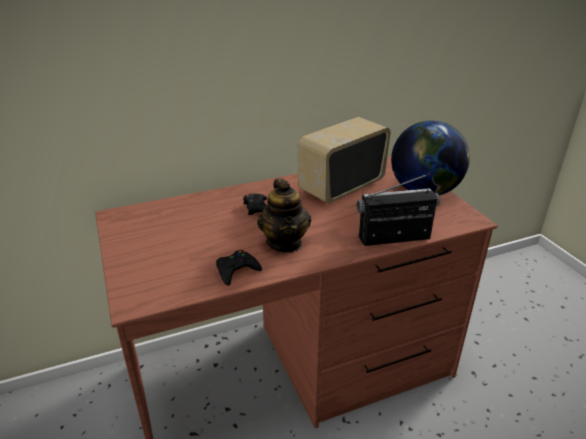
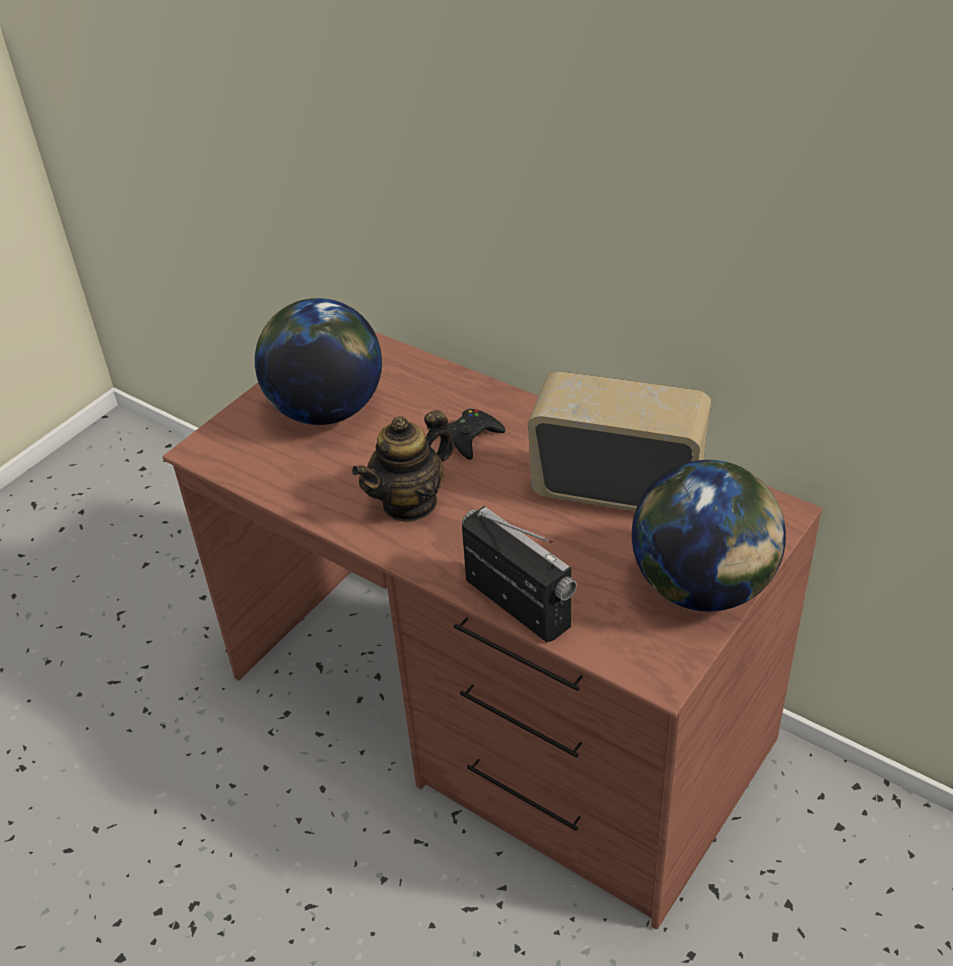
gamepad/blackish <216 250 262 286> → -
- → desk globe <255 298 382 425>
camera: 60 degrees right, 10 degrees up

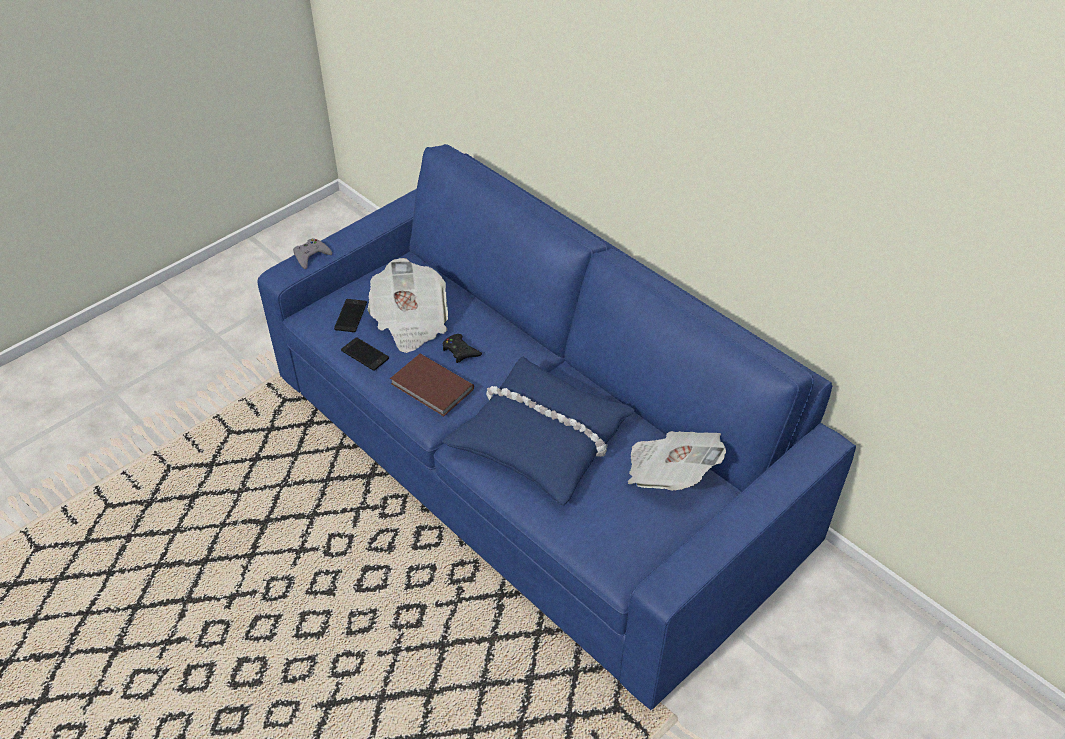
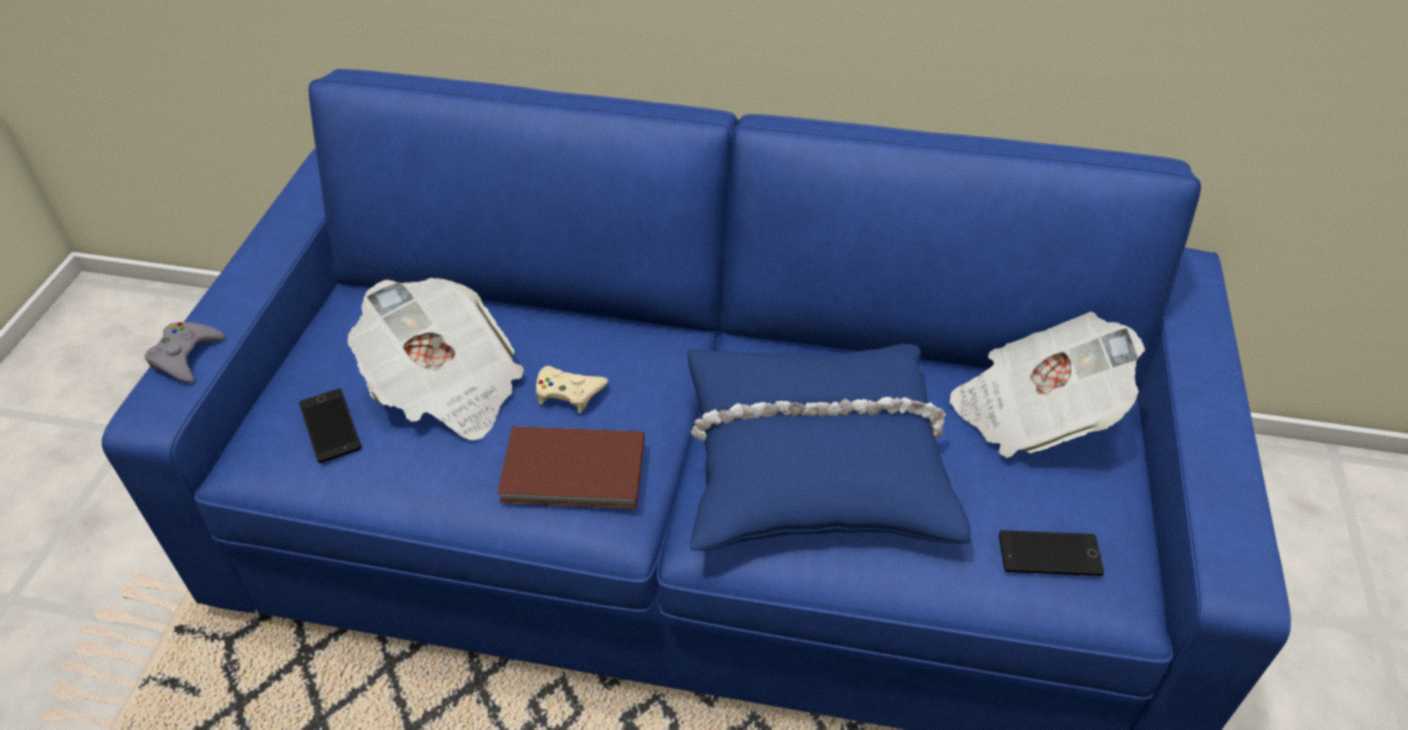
handset <341 337 389 371> → handset <999 530 1104 576>, shifted
gamepad/blackish <443 334 482 363> → gamepad/sand-coloured <536 366 608 413>
camera: 35 degrees left, 0 degrees up

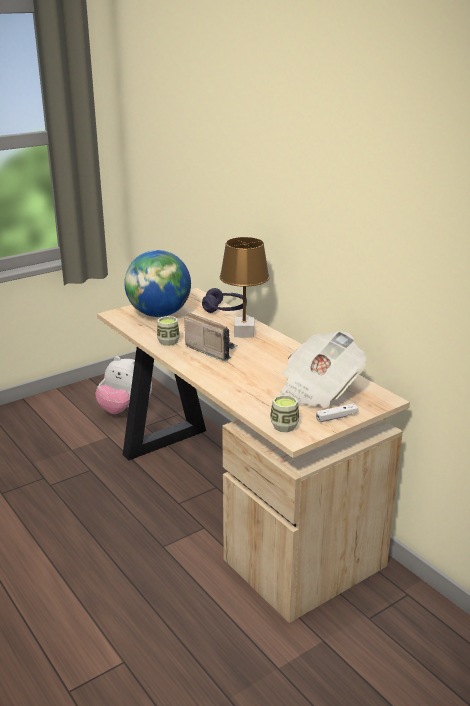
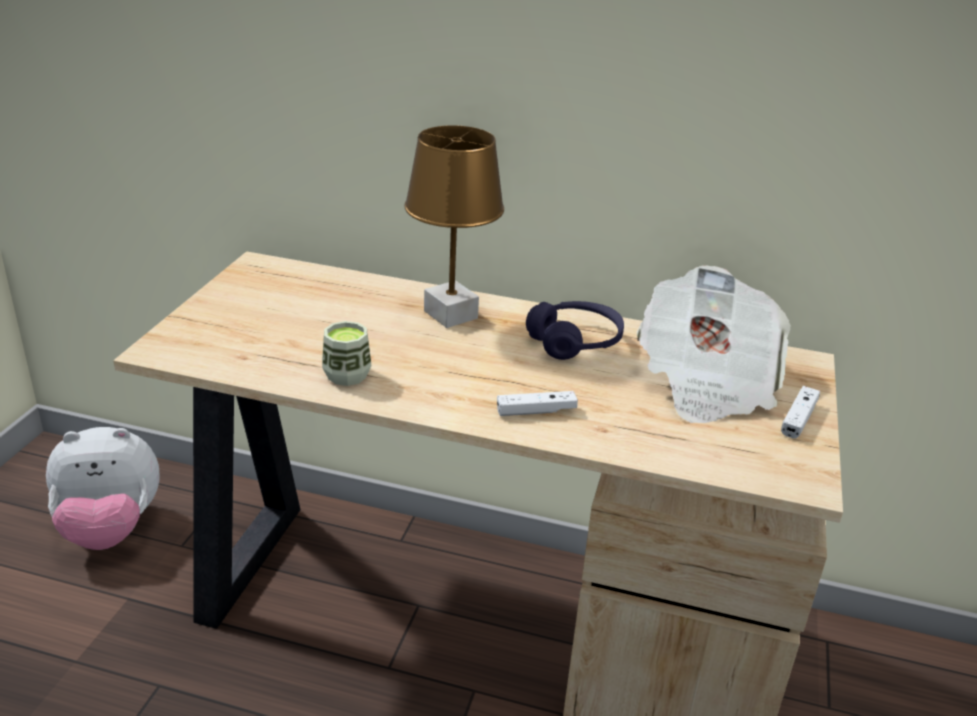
desk globe <124 250 191 317> → -
radio <184 313 237 361> → -
headphones/purple <202 288 247 313> → headphones/purple <526 301 624 360>, shifted
drinking cup <270 395 299 432> → -
- → gamepad/white <497 391 578 416>
camera: 40 degrees left, 5 degrees up

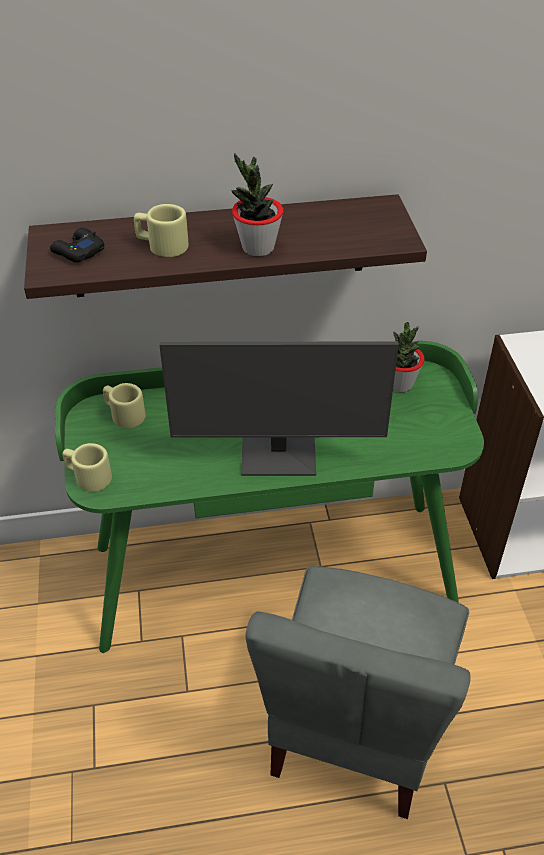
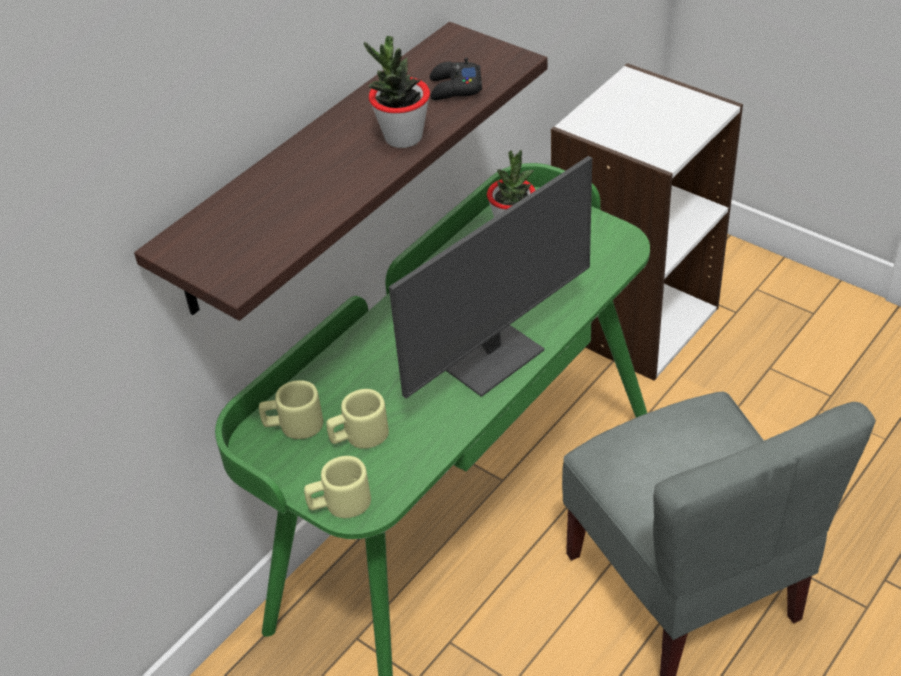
gamepad/blackish <50 228 104 263> → gamepad/blackish <430 58 482 100>, shifted
mug/sand-coloured <134 204 189 257> → mug/sand-coloured <326 389 389 449>, shifted
camera: 40 degrees left, 0 degrees up

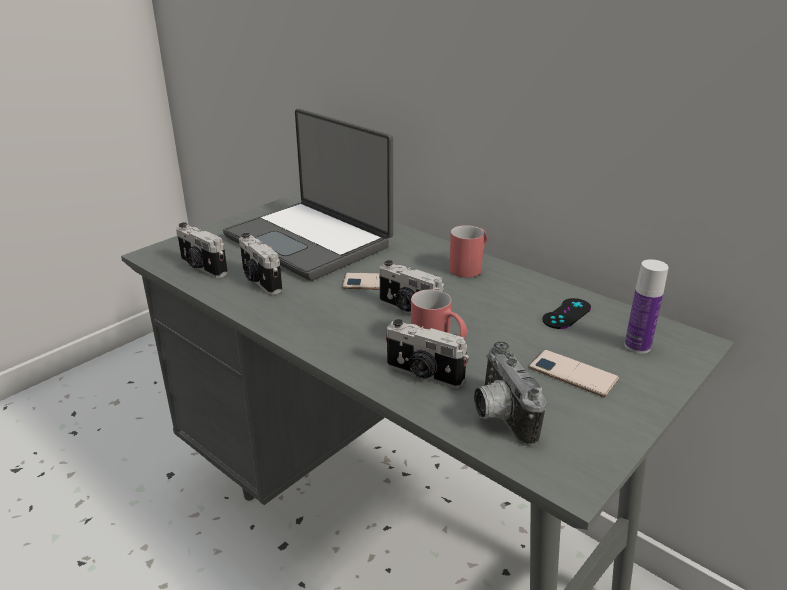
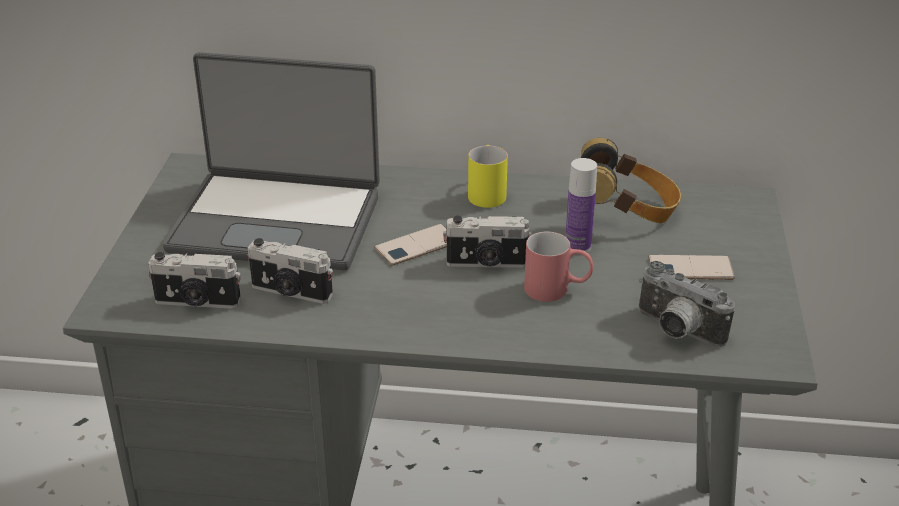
photo camera <386 319 469 389> → -
mug/red <449 225 487 278> → mug/yellow <468 145 508 208>
gamepad/blackish <542 298 591 329> → headphones <581 138 681 223>
drink bottle <624 259 669 354> → drink bottle <565 158 597 252>, shifted
camera: 35 degrees left, 5 degrees up

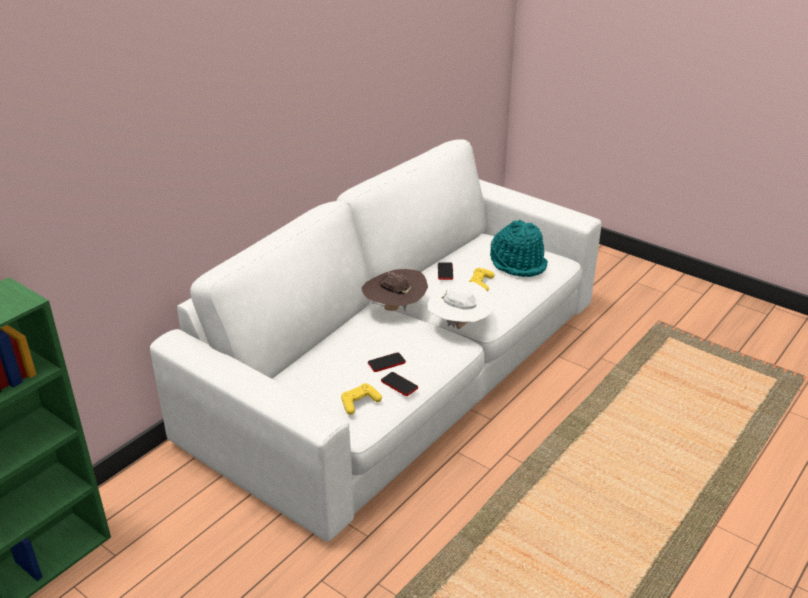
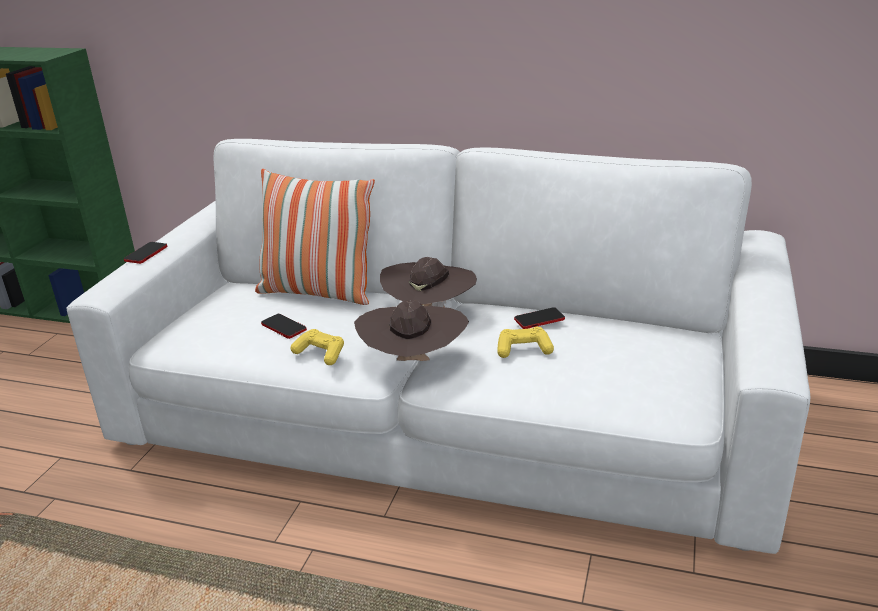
gamepad/yellow <341 383 382 415> → gamepad/yellow <291 329 344 365>, shifted
handset <381 372 418 396> → handset <124 242 167 264>, shifted
wearable hat/white <428 282 493 329> → wearable hat/brown <354 300 469 361>
wearable hat/blue-green <490 220 548 277> → -
- → cushion <255 169 375 305>
camera: 70 degrees right, 5 degrees down

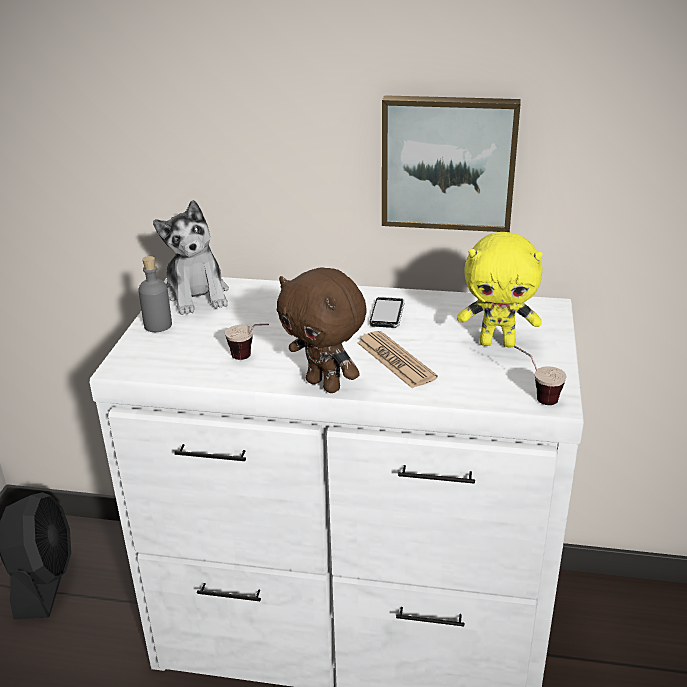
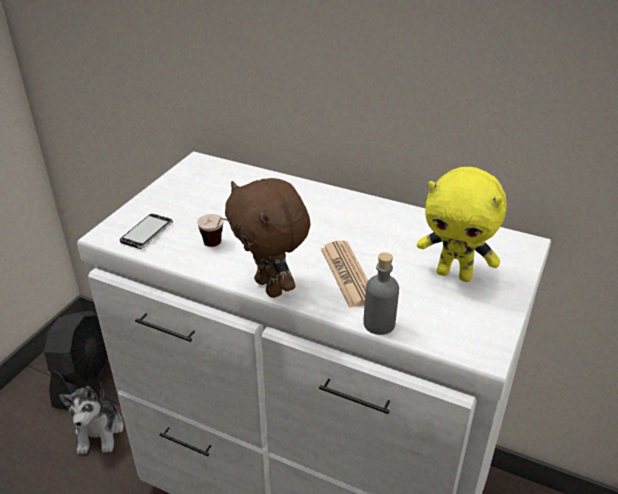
drink bottle/gray <138 256 172 332> → drink bottle/gray <363 252 399 335>, shifted
cuddly toy <153 200 229 315> → cuddly toy <59 382 124 455>, shifted
handset <369 297 405 328> → handset <120 214 173 249>, shifted
wall picture <382 95 521 232> → -
drinking cup <513 345 567 405> → -
camera: 15 degrees right, 5 degrees up

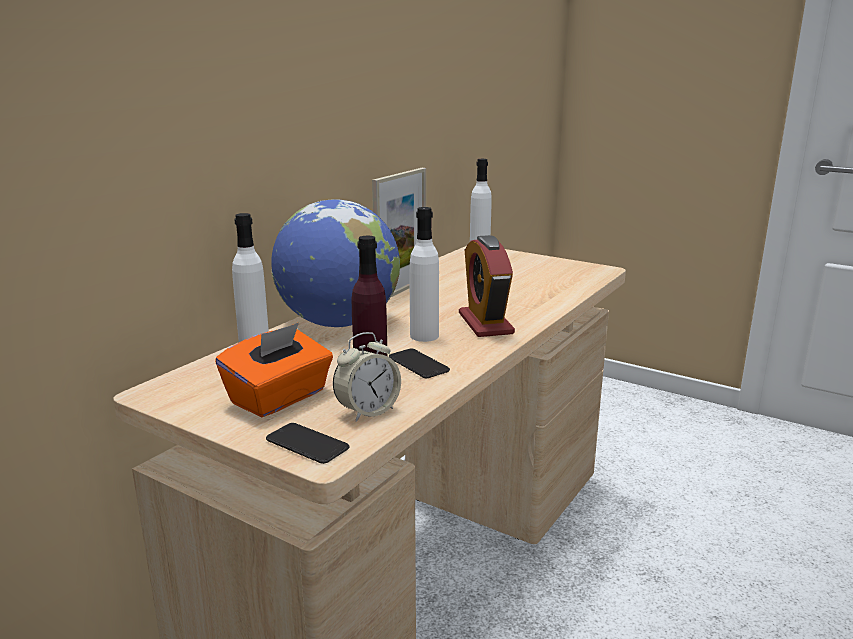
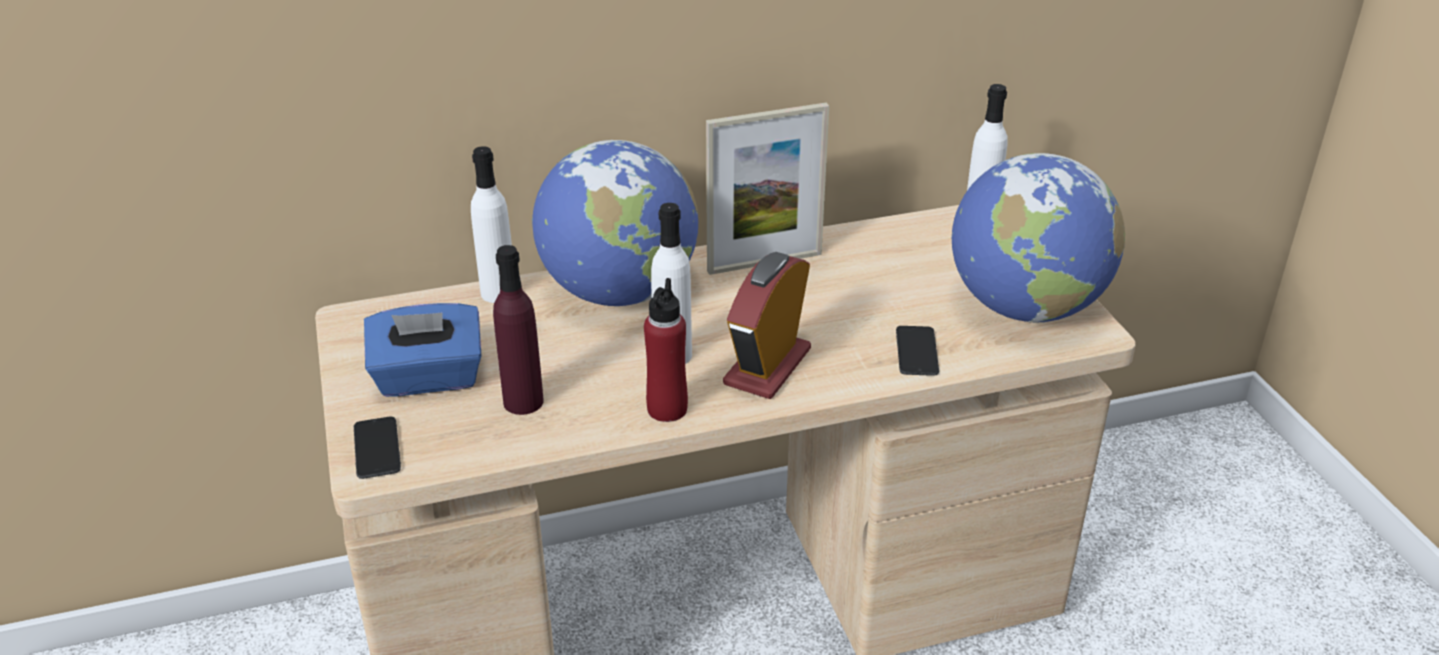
box of tissues/orangey <215 323 333 417> → box of tissues/blue-coloured <364 303 481 397>
bedside clock <333 332 401 422> → -
handset <389 348 450 378> → handset <896 326 939 376>, shifted
- → drink bottle/red <644 278 688 422>
- → desk globe <952 153 1125 323>
camera: 40 degrees right, 15 degrees up

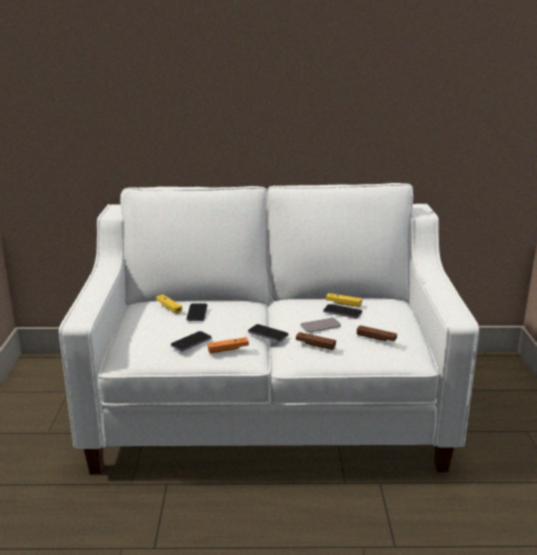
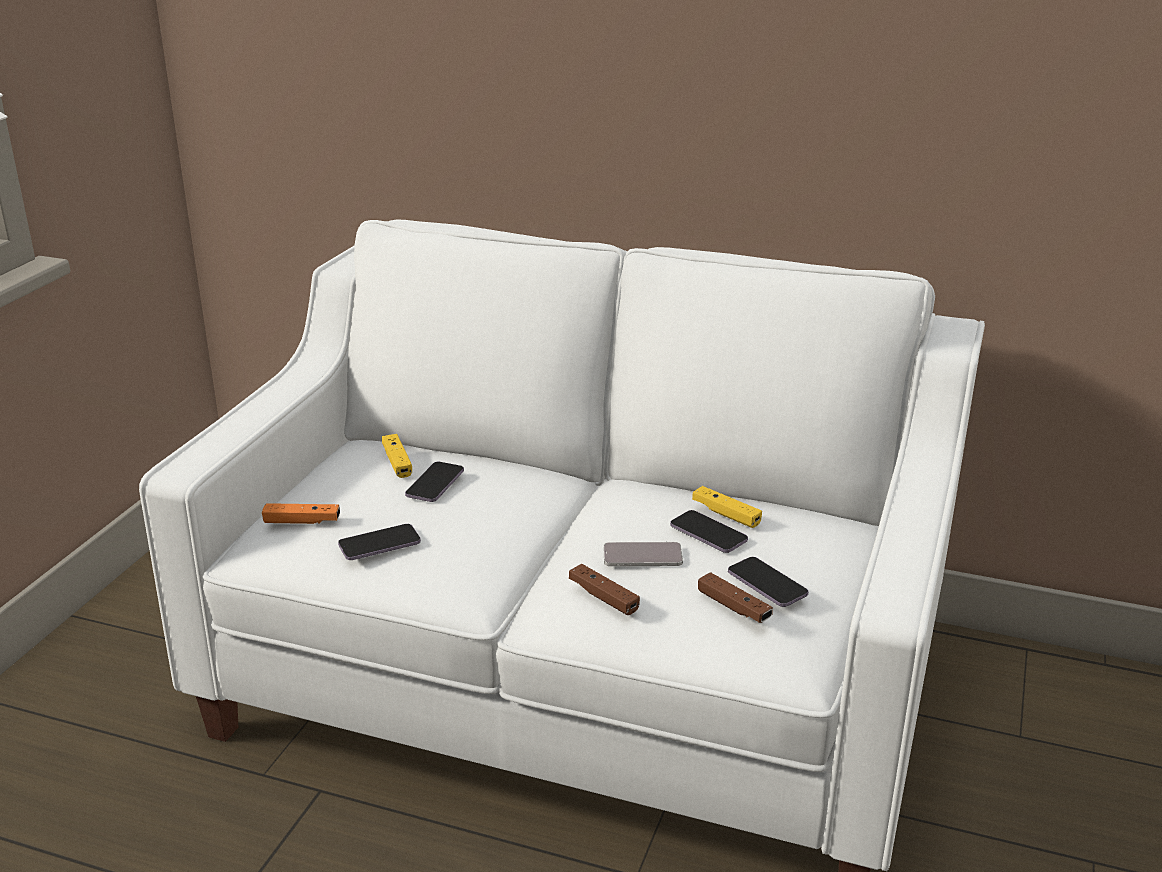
gamepad/orangey <207 337 249 353> → gamepad/orangey <262 503 340 524>, shifted
handset <248 324 288 342> → handset <728 557 808 607>, shifted
camera: 20 degrees right, 5 degrees up

